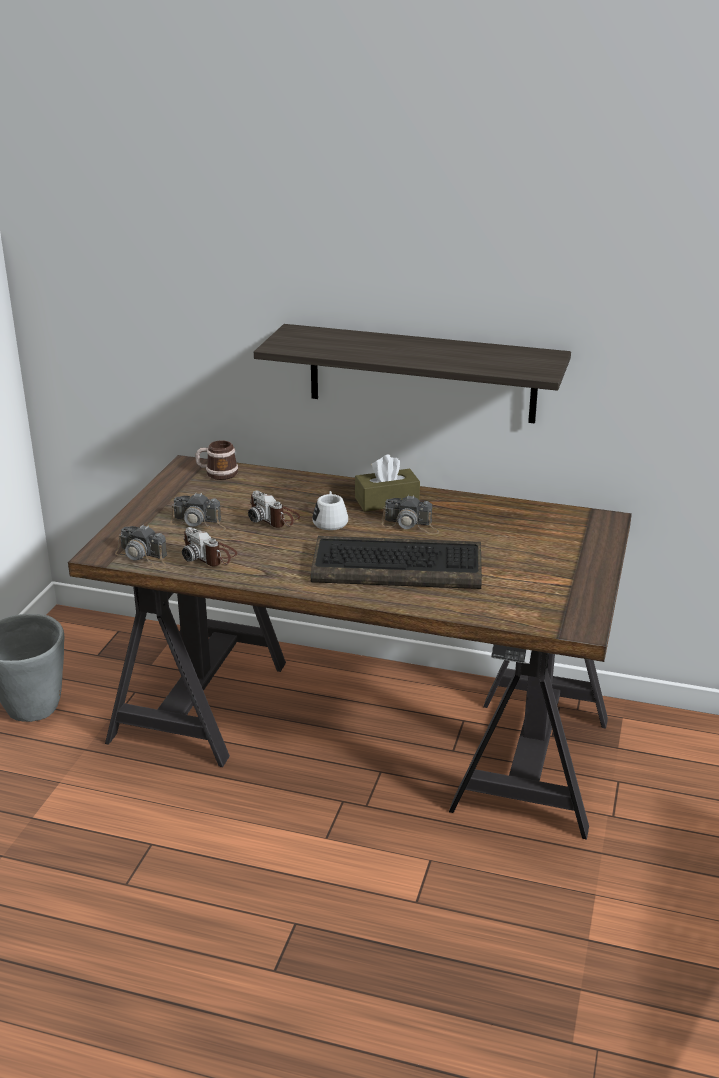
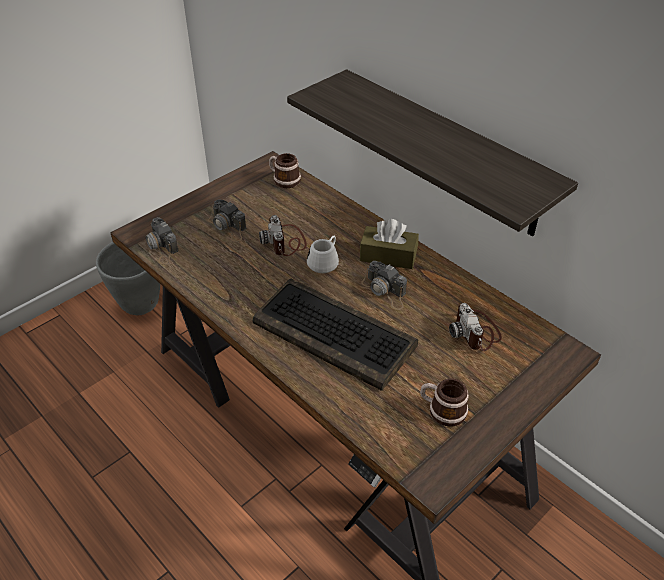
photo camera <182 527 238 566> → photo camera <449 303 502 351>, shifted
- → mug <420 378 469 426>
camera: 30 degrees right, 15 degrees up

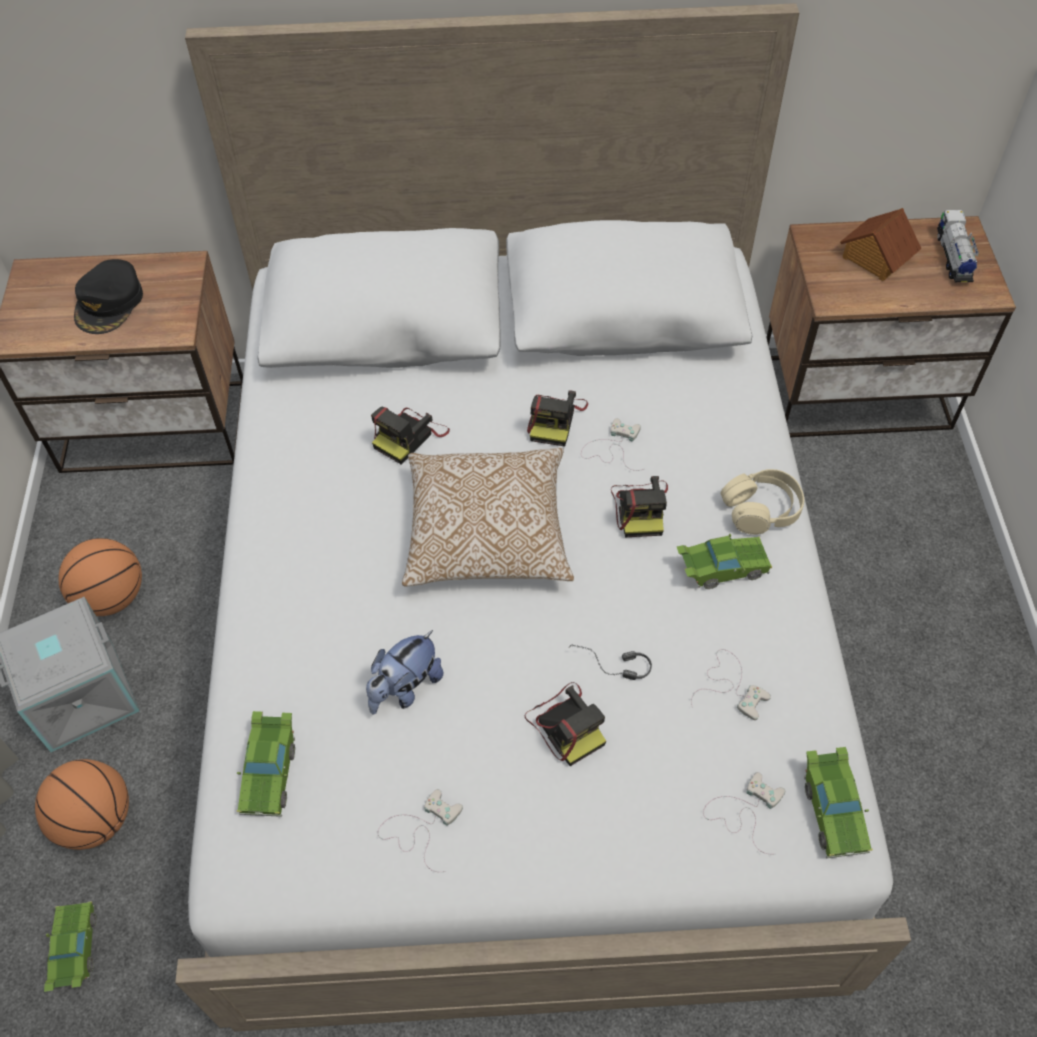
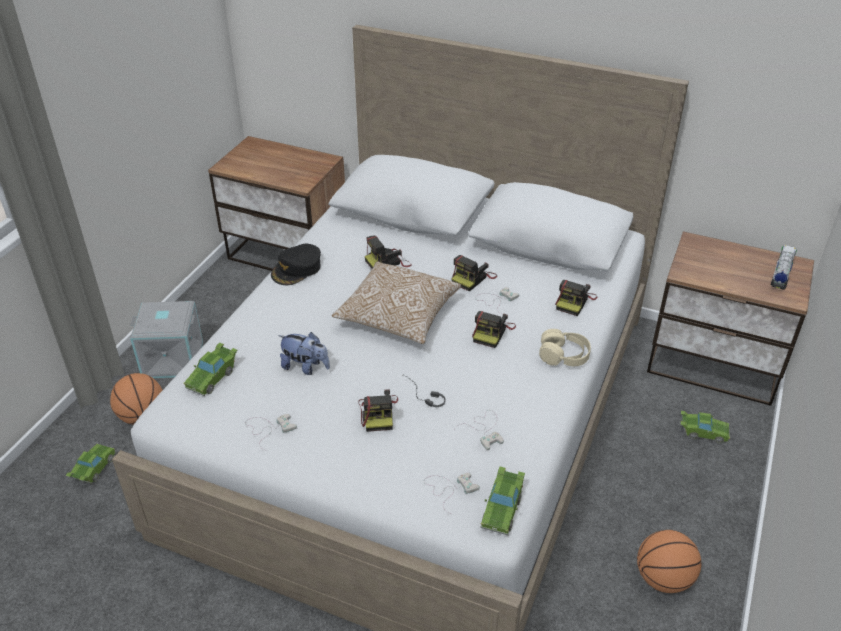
basketball <58 538 142 616> → basketball <637 530 702 593>, shifted
cap/blackish <74 259 143 334> → cap/blackish <271 244 321 285>, shifted
cuddly toy <366 630 443 715> → cuddly toy <278 332 330 375>, 135 degrees counterclockwise
miniature car/green-coloured <677 534 772 589> → miniature car/green-coloured <681 411 730 444>, shifted
model house <840 208 922 281> → -
- → photo camera <555 280 597 316>
camera: 25 degrees right, 15 degrees down

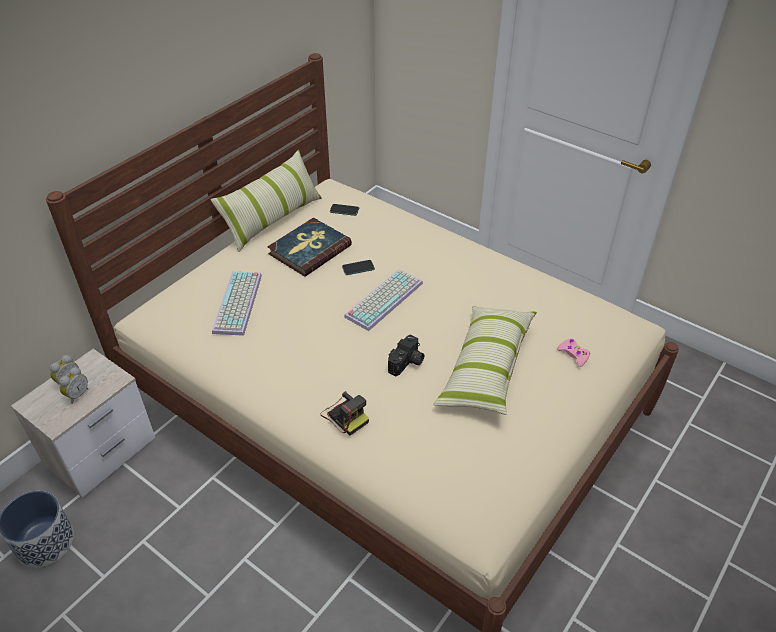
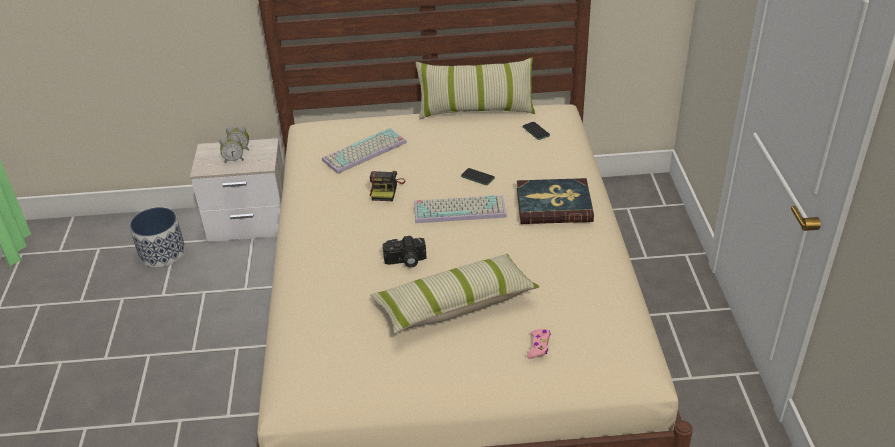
book <267 218 352 277> → book <517 178 594 224>, shifted
photo camera <321 391 369 436> → photo camera <370 171 406 201>, shifted
camera: 50 degrees right, 5 degrees down

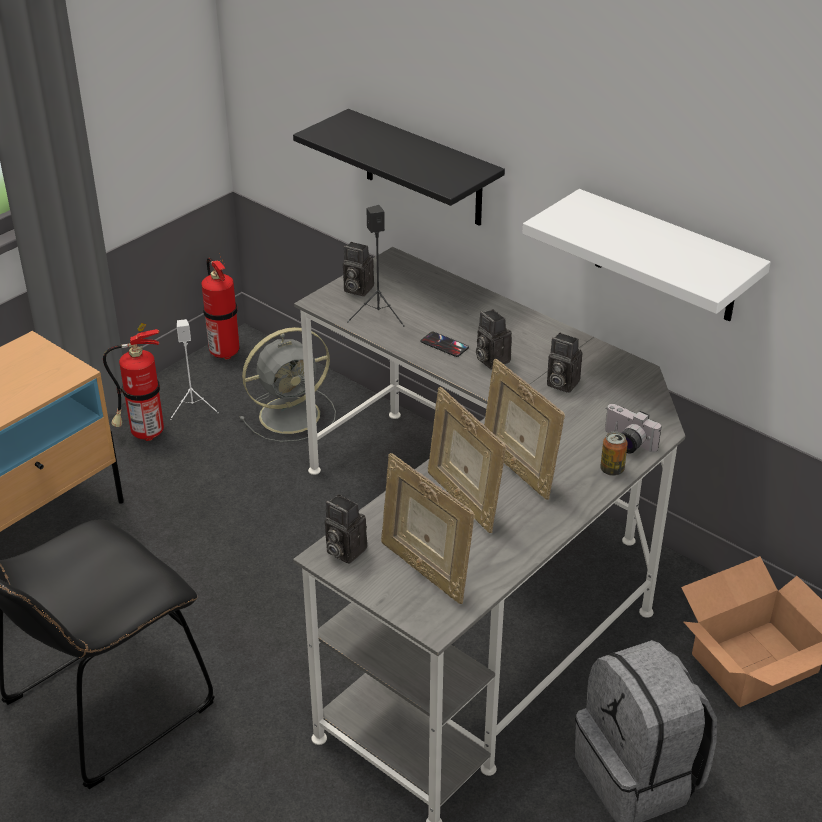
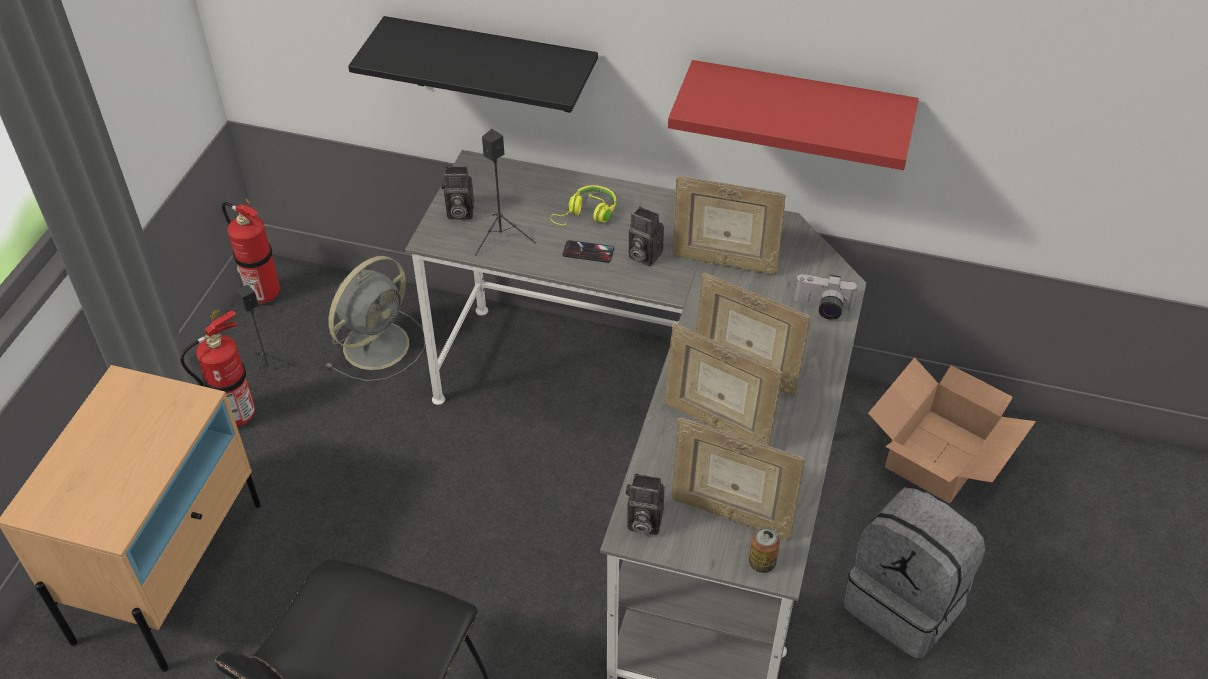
speaker/white <170 319 219 420> → speaker/blackish <238 285 300 392>
wall shelf/white <523 189 771 321> → wall shelf/red <668 60 919 170>
photo camera <547 333 582 393> → standing frame <673 176 786 274>
metal can <600 431 628 476> → metal can <749 527 780 573>, shifted
- → headphones/yellow <550 185 616 226>
camera: 25 degrees left, 10 degrees up

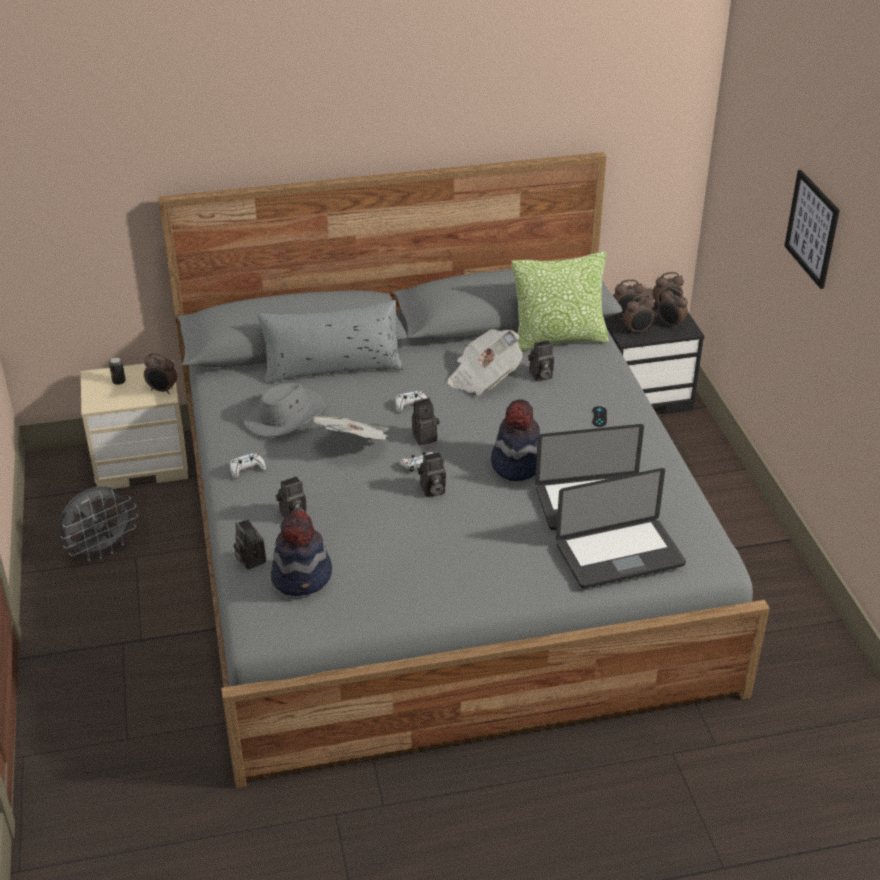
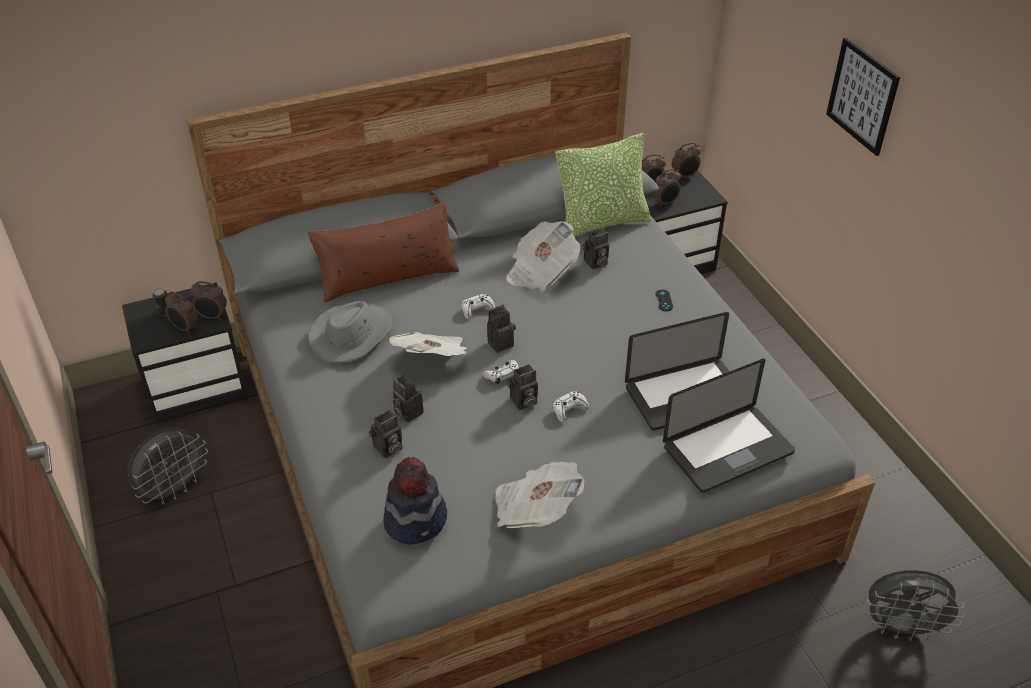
nightstand/sand-coloured <81 360 188 489> → nightstand/blackish <122 282 248 424>
gamepad/white <230 453 266 479> → gamepad/white <553 391 589 422>, shifted
photo camera <234 519 266 570> → photo camera <393 375 424 423>, shifted
cushion/gray <258 300 403 384> → cushion/brown <308 203 459 303>
wearable hat <491 399 540 481> → -
bedside clock <657 288 688 329> → bedside clock <165 291 198 334>, shifted
- → daily paper <495 461 585 528>
- → electric fan/gray <863 570 965 641>
camera: 10 degrees left, 5 degrees up

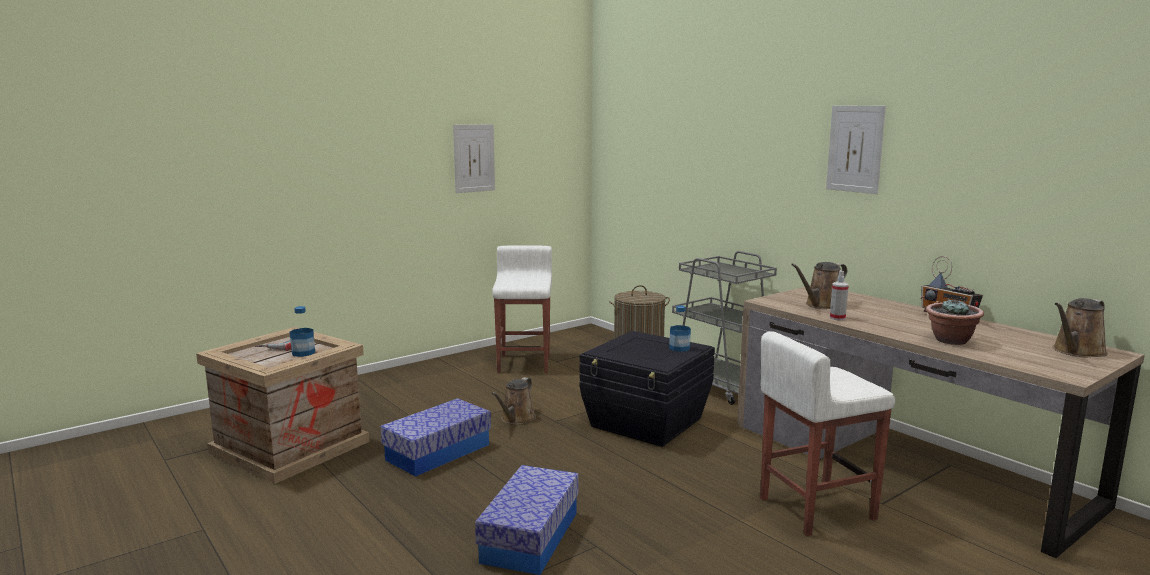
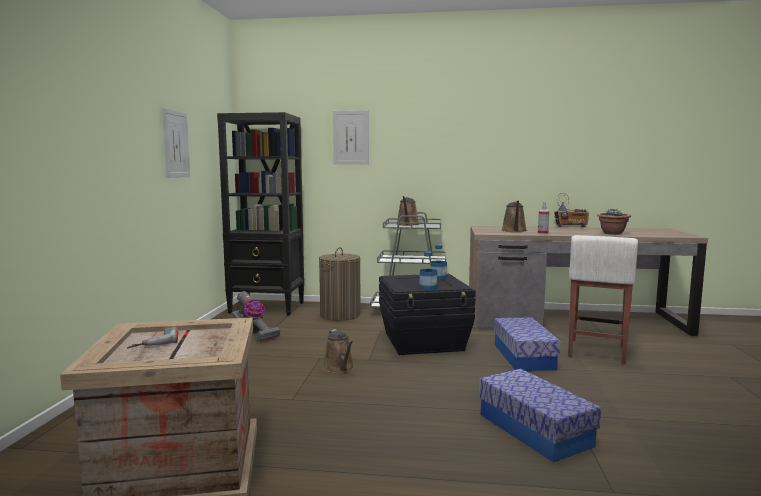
drink bottle <290 306 315 357> → drink bottle <419 251 437 290>, shifted
storage bin <380 398 491 476> → storage bin <494 317 560 371>, shifted
stool seat/white <492 246 552 373> → vacuum <231 291 281 341>
wall picture <826 106 886 194> → wall picture <333 110 369 165>, shifted
watering can/brown <1053 298 1108 358> → watering can/brown <396 196 419 226>, shifted
- → bookcase/blackish <217 112 304 316>
camera: 45 degrees left, 5 degrees down

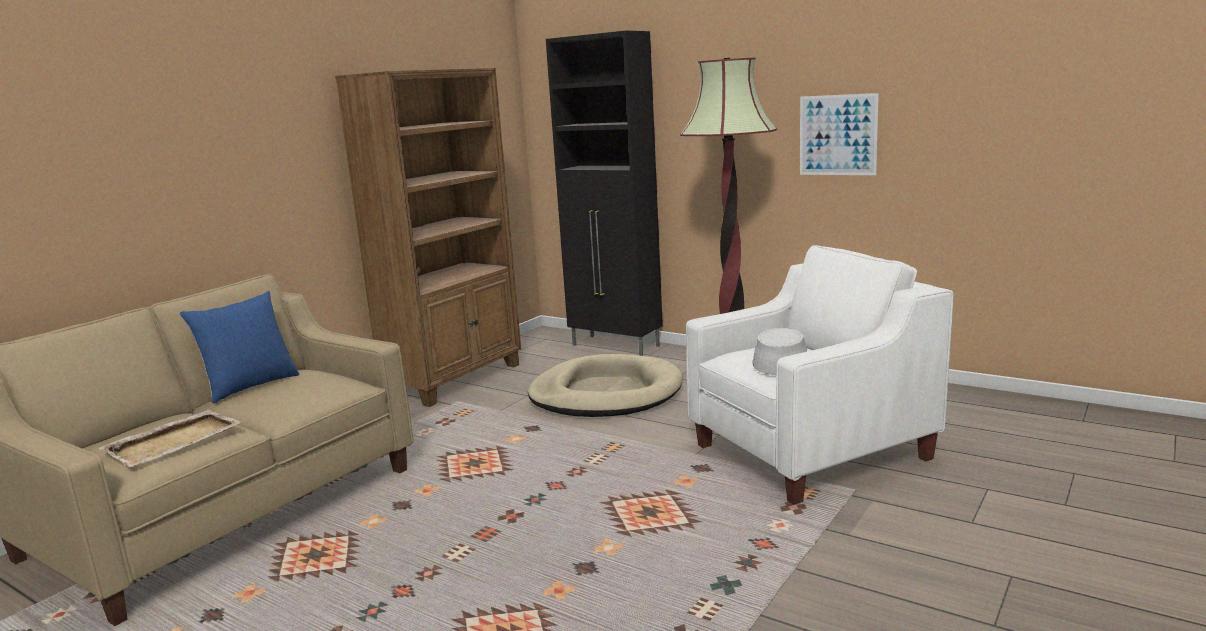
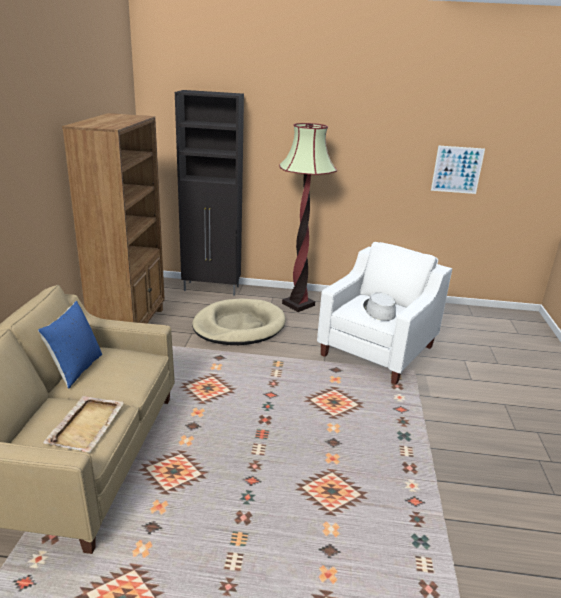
wall picture <800 93 879 175> → wall picture <431 145 485 194>, shifted
camera: 30 degrees left, 10 degrees up

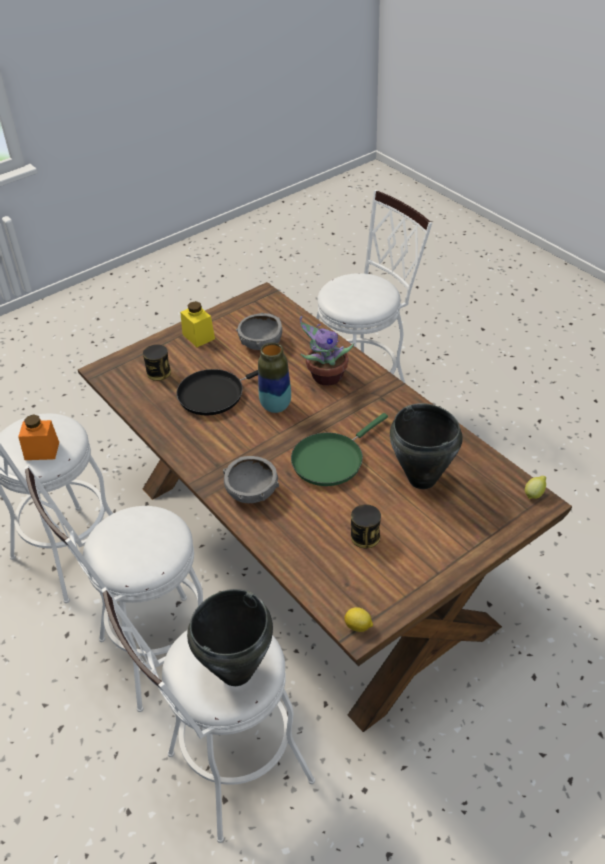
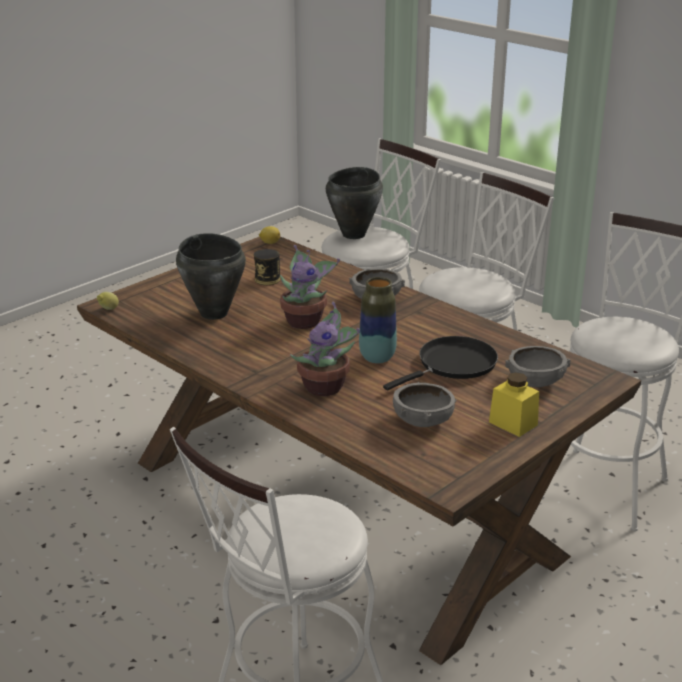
storage jar/orangey <18 415 59 460> → -
metal can <143 344 171 381> → deep dish/gray <505 346 571 387>
skillet/green-coloured <291 413 388 486> → houseplant <280 245 340 329>
camera: 170 degrees right, 15 degrees down

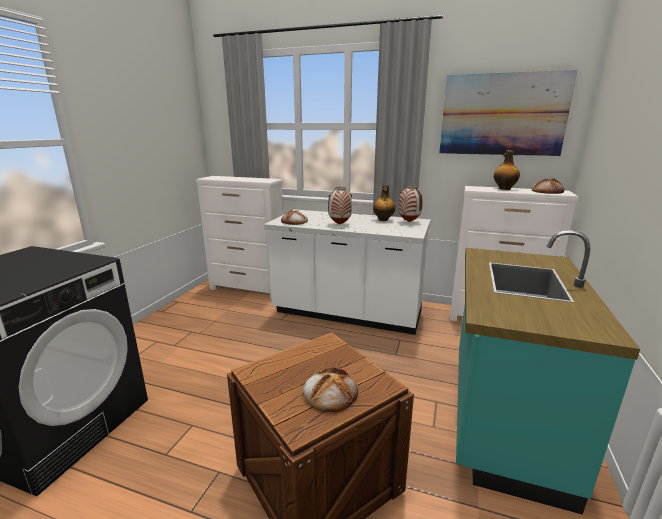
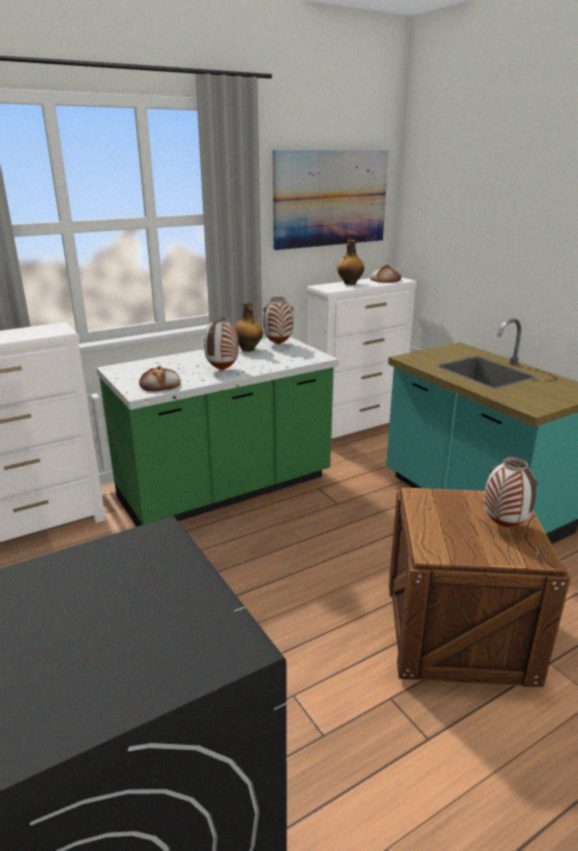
counter/white <264 209 431 335> → counter/green-coloured <97 337 338 527>
bread <303 367 358 412> → flower vase <484 457 538 527>
camera: 50 degrees left, 5 degrees up

